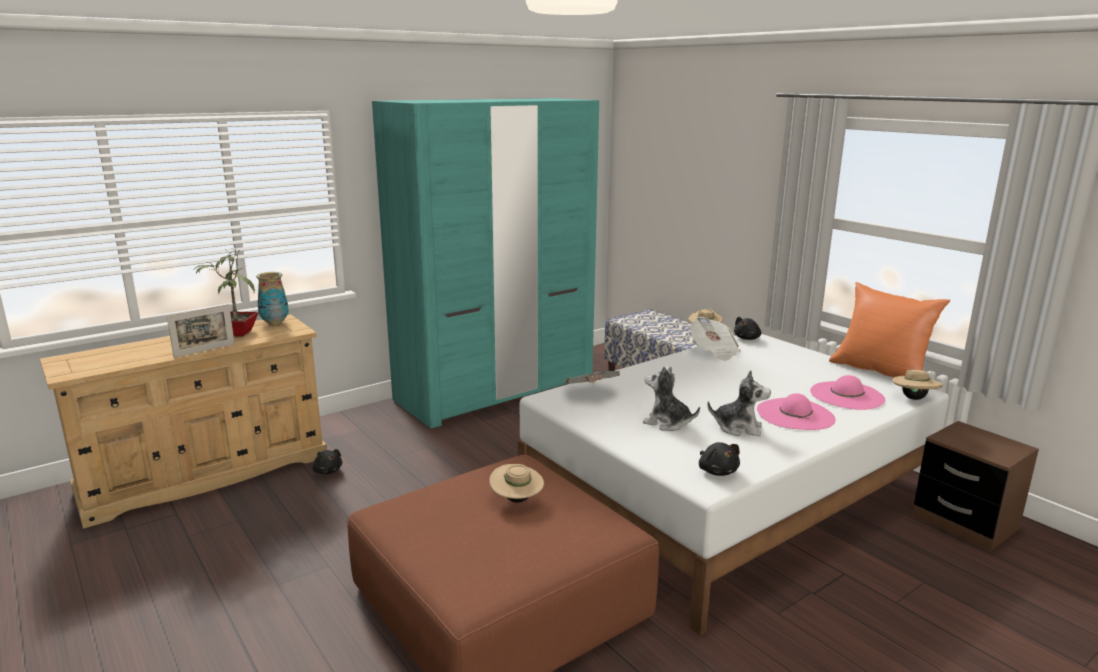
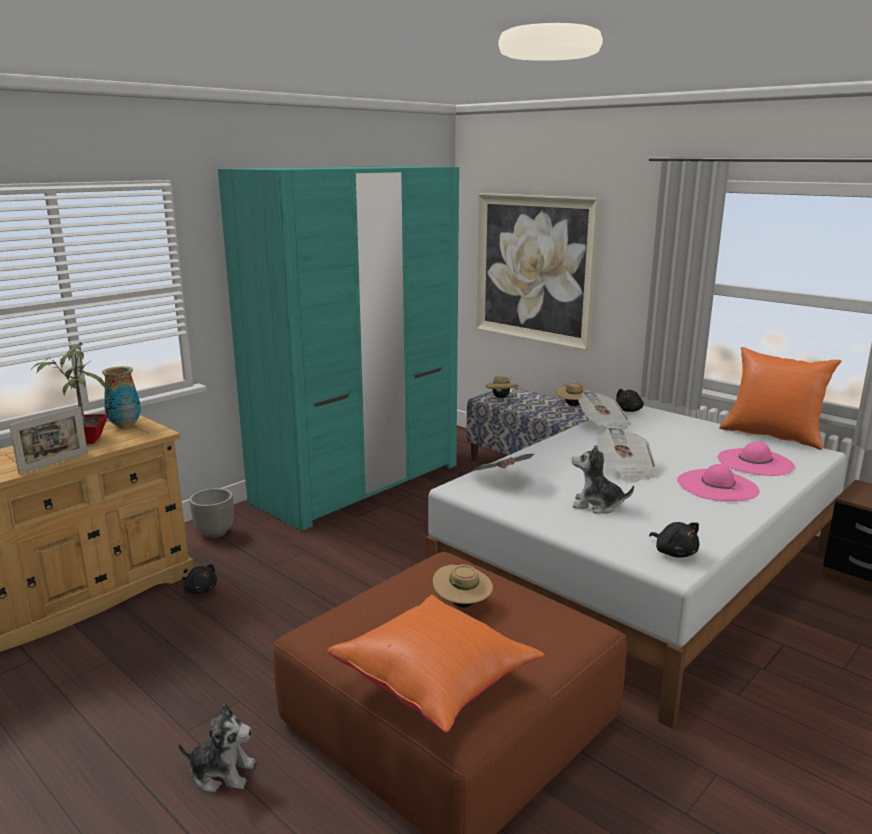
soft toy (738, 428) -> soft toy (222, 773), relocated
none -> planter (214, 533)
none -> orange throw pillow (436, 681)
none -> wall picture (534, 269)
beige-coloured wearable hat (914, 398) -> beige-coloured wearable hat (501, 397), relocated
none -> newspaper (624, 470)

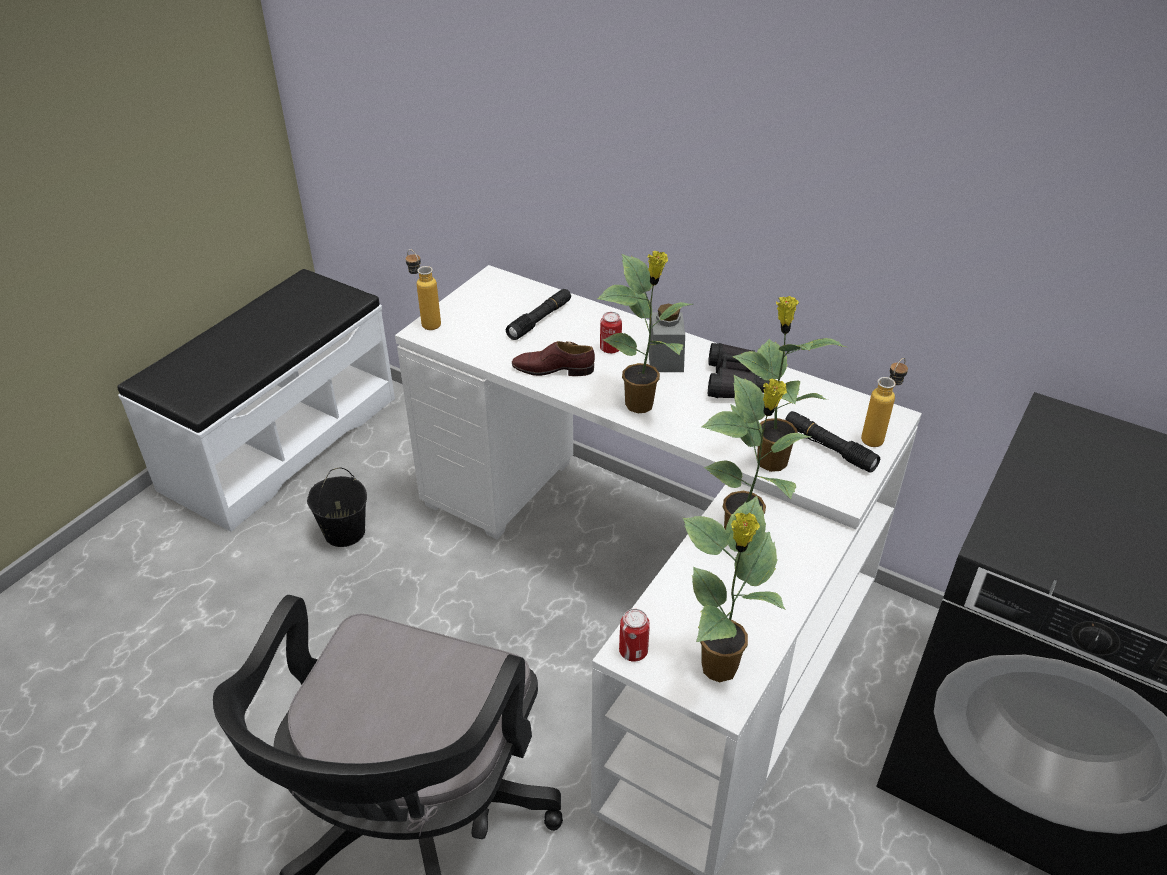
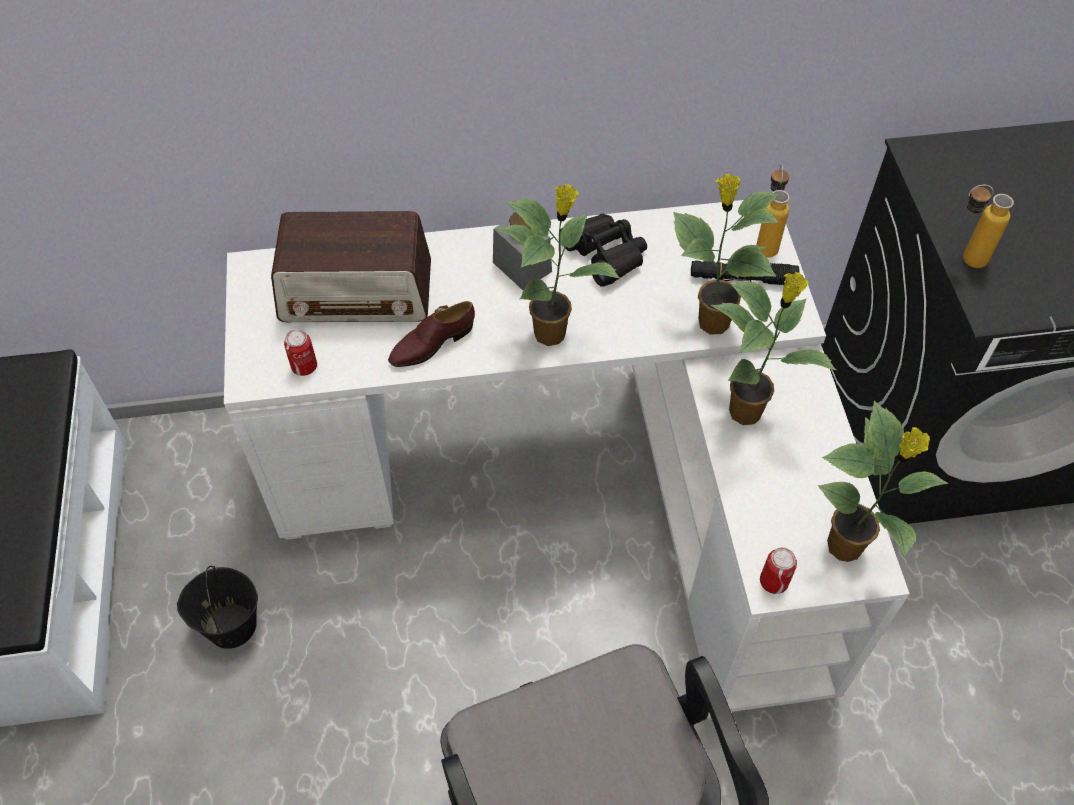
blackish torch (540, 320) -> radio set (357, 292)
can (610, 349) -> can (304, 366), relocated
bottle (426, 322) -> bottle (963, 259), relocated

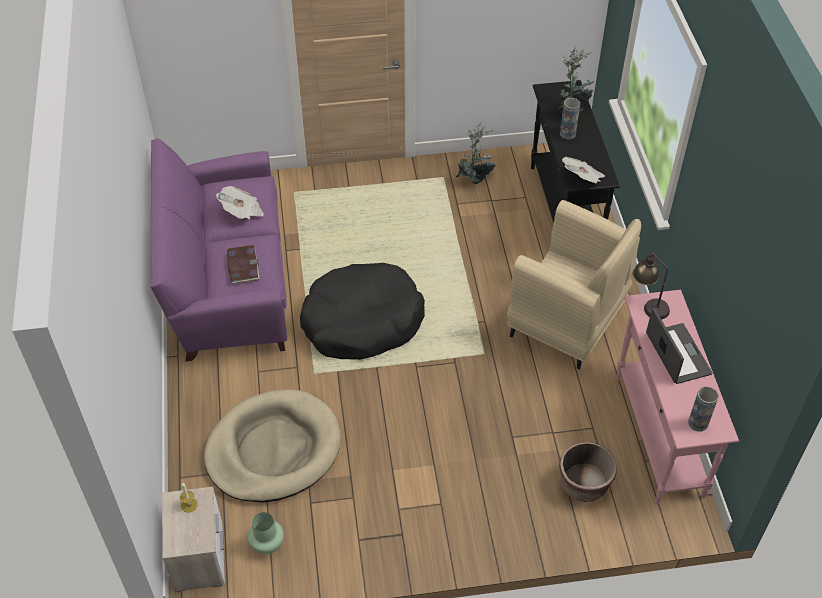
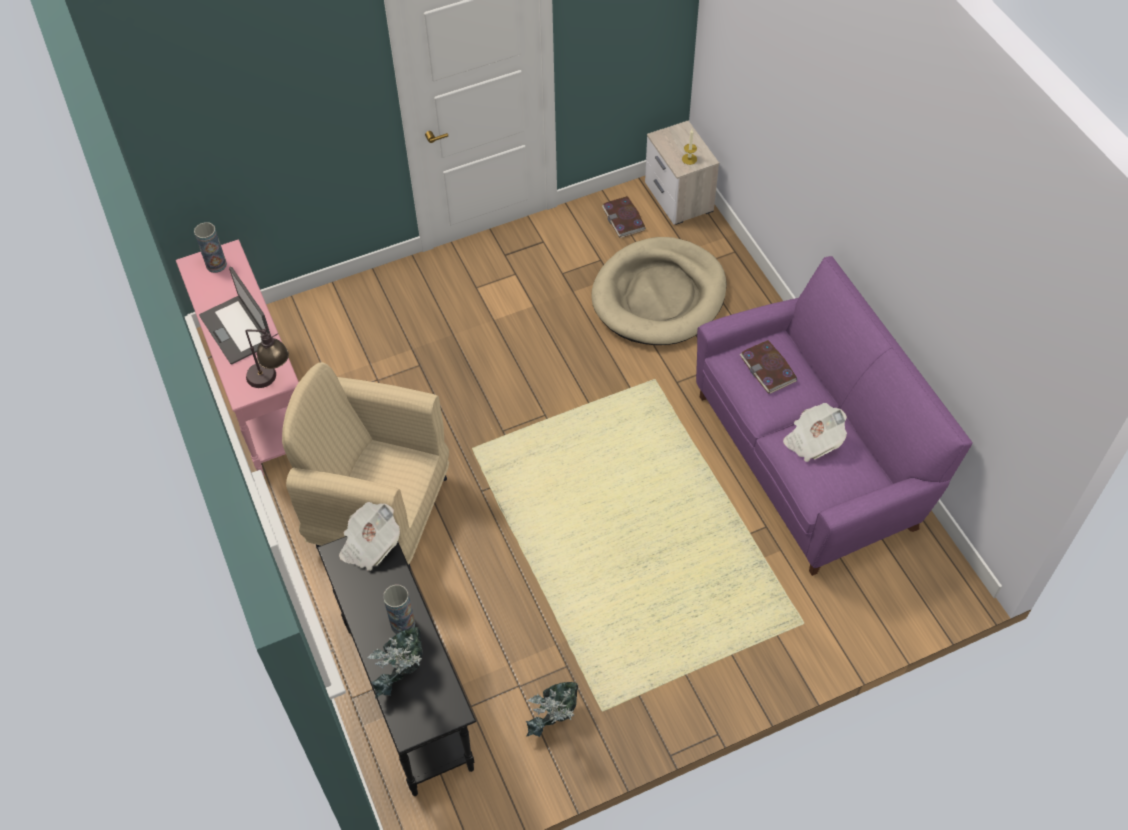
green flower vase (267, 545) -> volume (624, 219)
blackish dog bed (362, 321) -> none
brown-coloured planter (583, 484) -> none

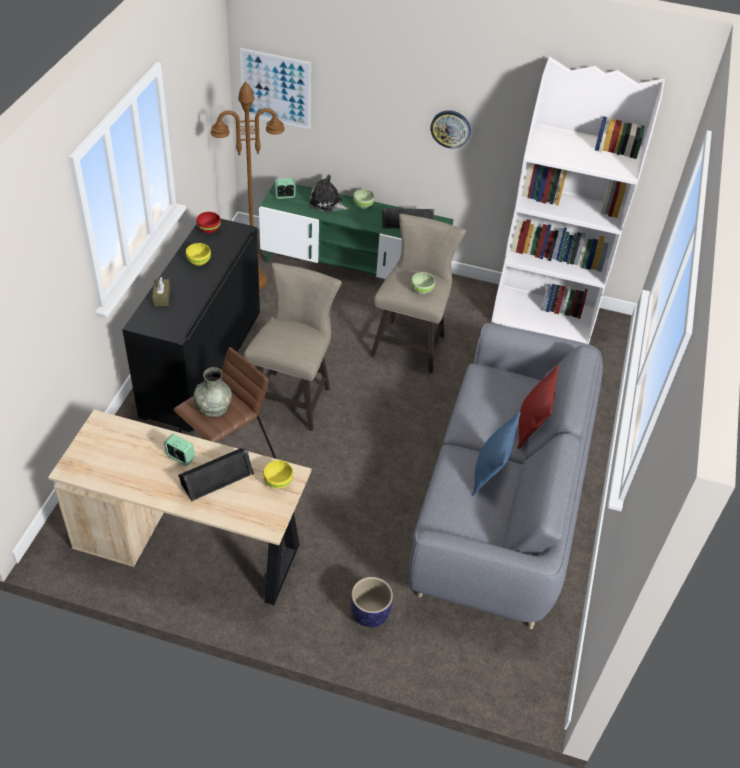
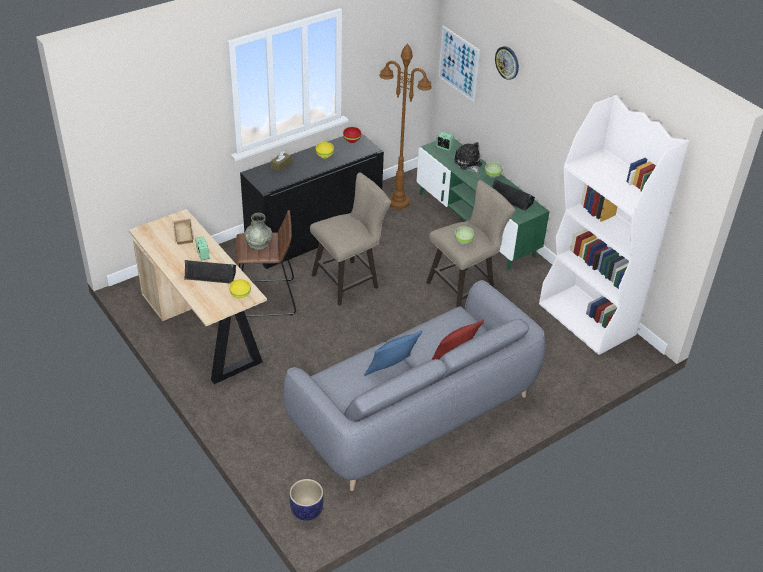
none -> beige-coloured serving tray (182, 234)
planter (370, 614) -> planter (306, 511), relocated
hanging clock (450, 128) -> hanging clock (507, 62), relocated

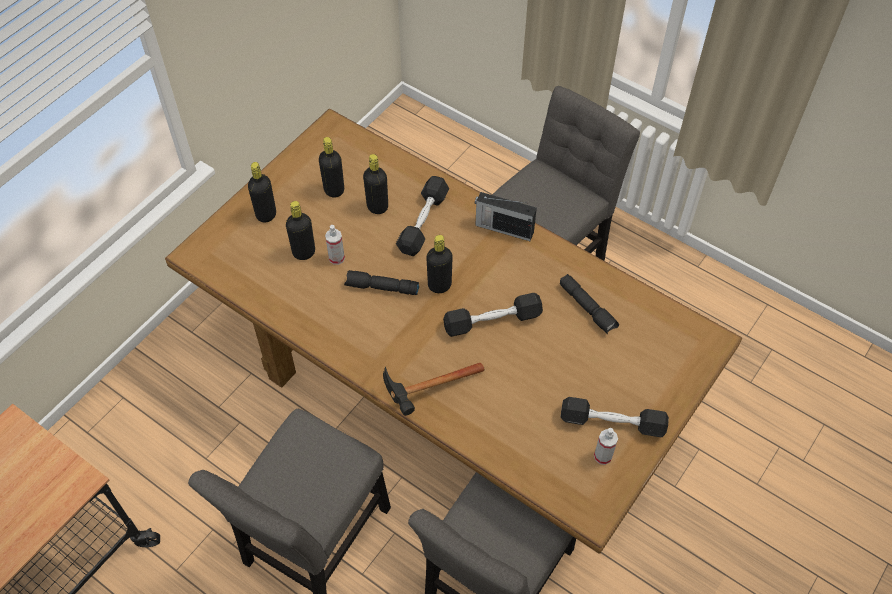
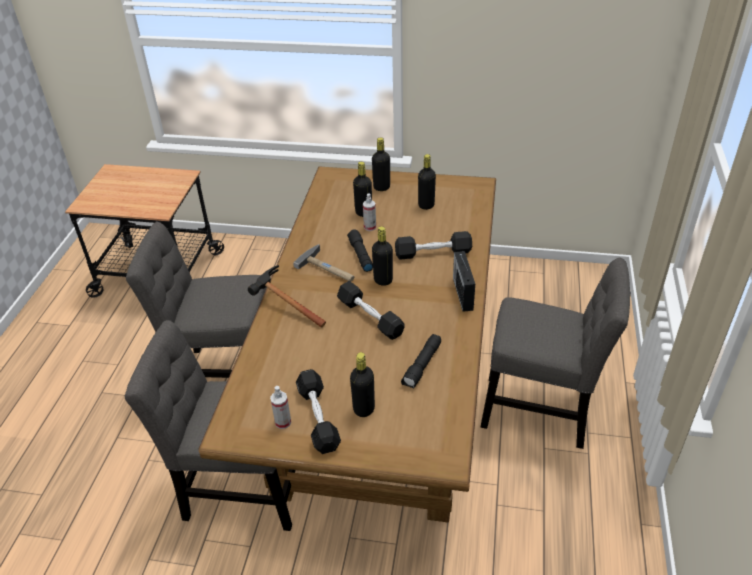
none -> hammer (328, 268)
blackish bottle (377, 207) -> blackish bottle (364, 409), relocated

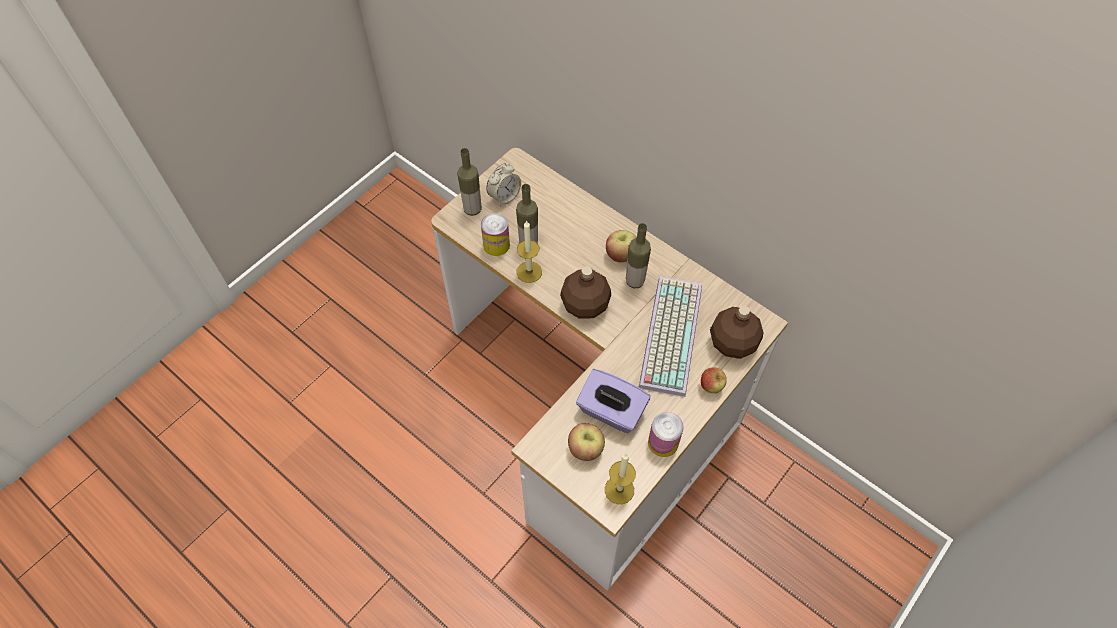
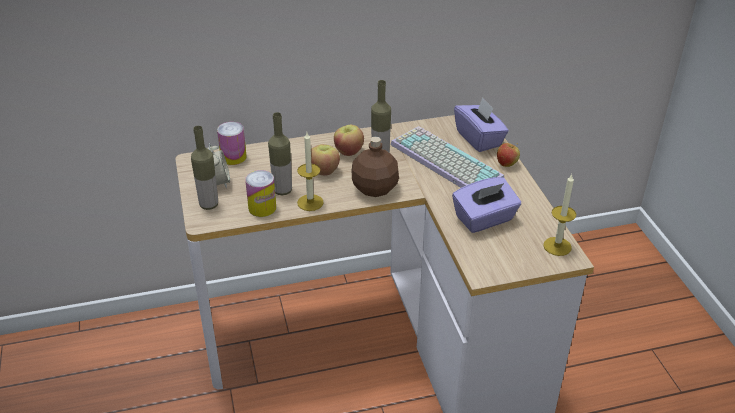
can (663, 442) -> can (233, 157), relocated
apple (585, 449) -> apple (324, 171), relocated
brown-coloured bottle (732, 342) -> purple-coloured tissue box (479, 139)

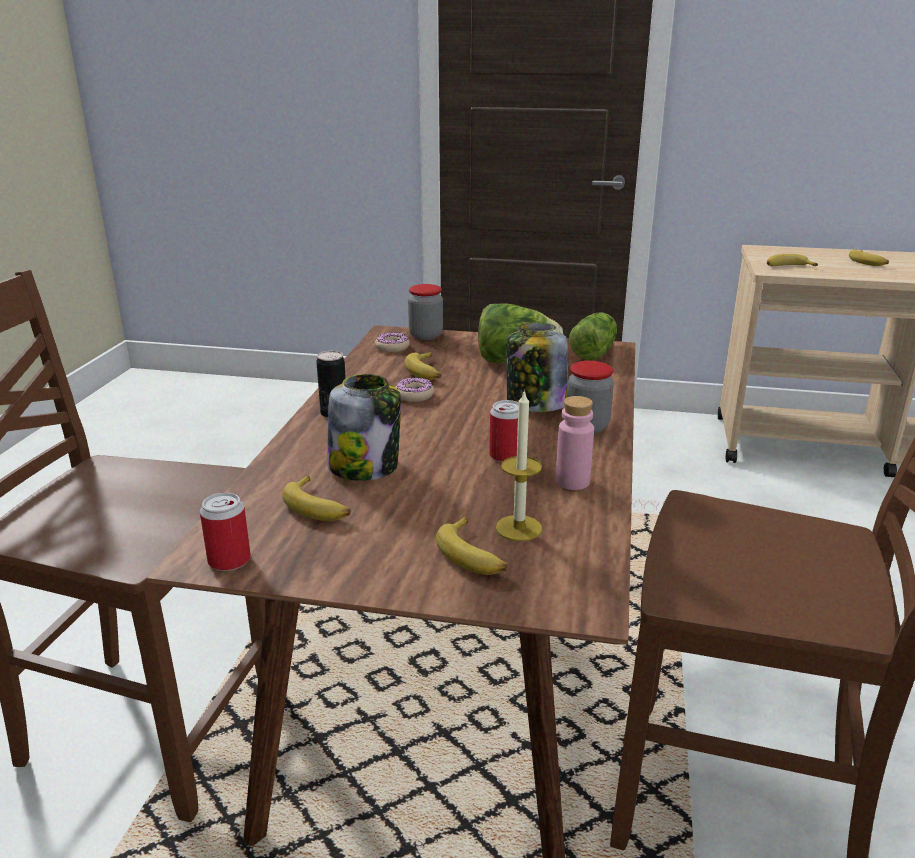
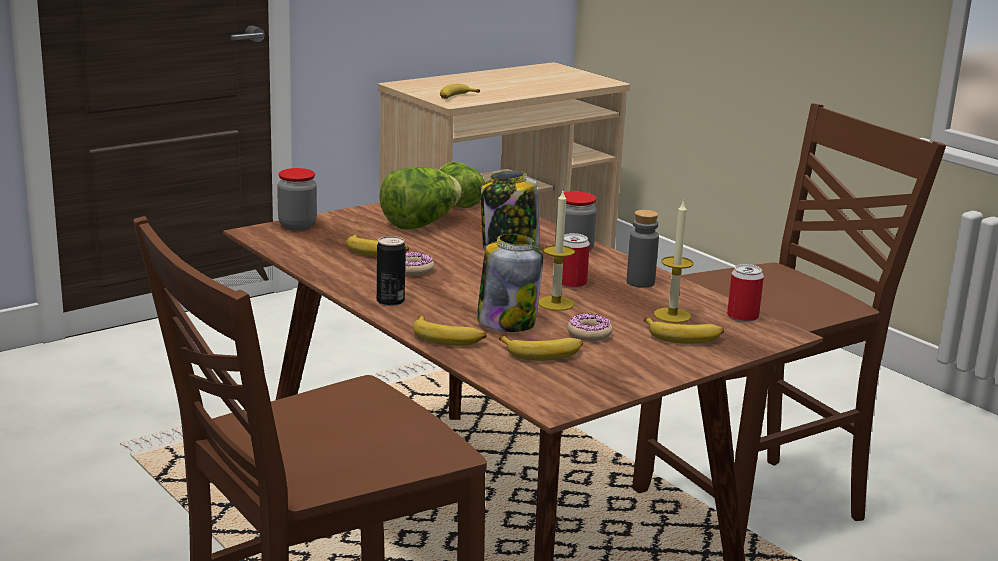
banana (868, 262) -> banana (448, 338), relocated
none -> wax light (555, 303)
doughnut (392, 347) -> doughnut (589, 334), relocated
pinkish bottle (572, 481) -> gray bottle (640, 282)
can (229, 560) -> can (742, 317), relocated

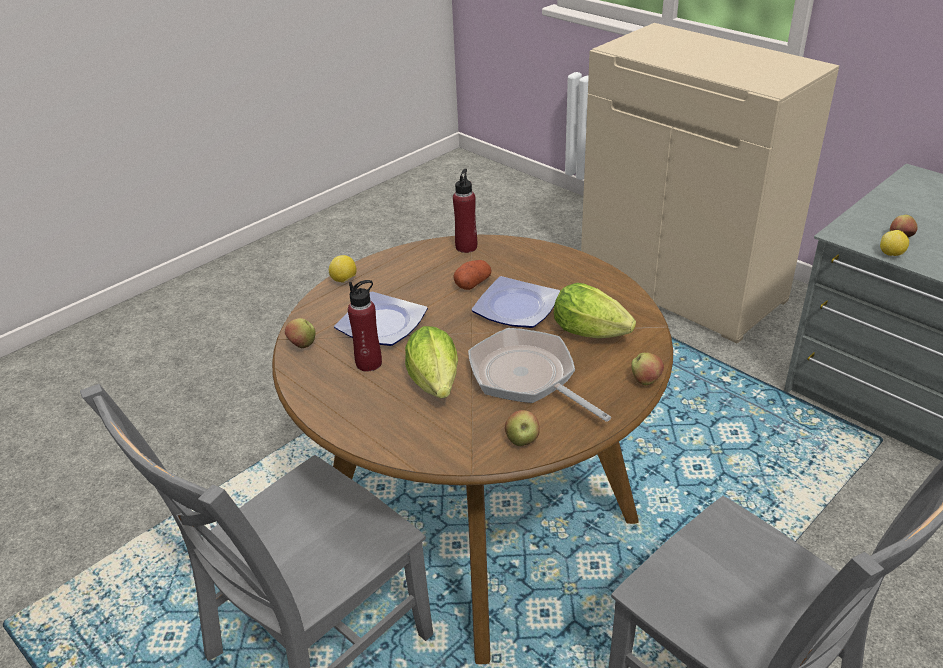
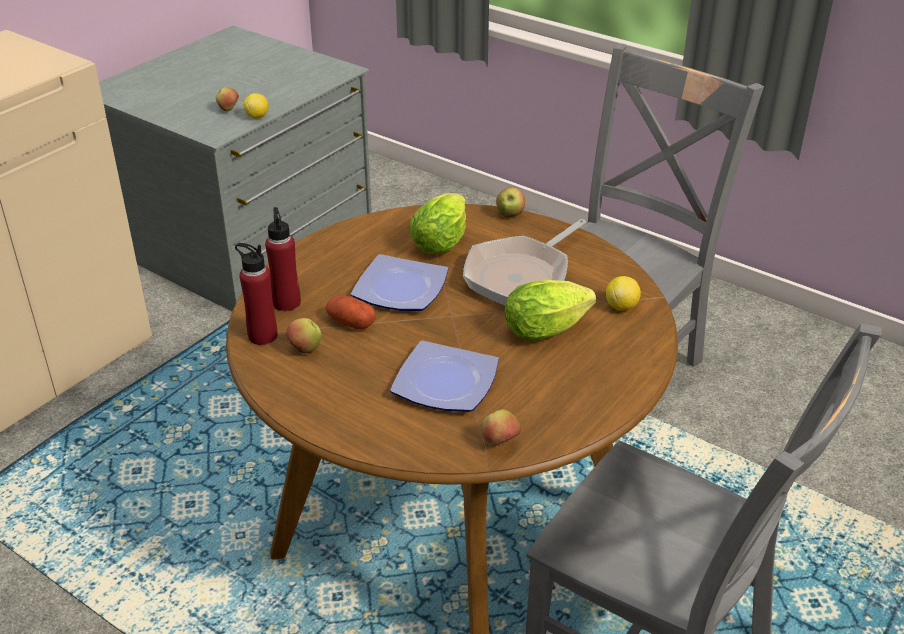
reddish bottle (369, 363) -> reddish bottle (286, 303), relocated
apple (522, 441) -> apple (305, 349), relocated
citrus fruit (344, 280) -> citrus fruit (621, 306), relocated

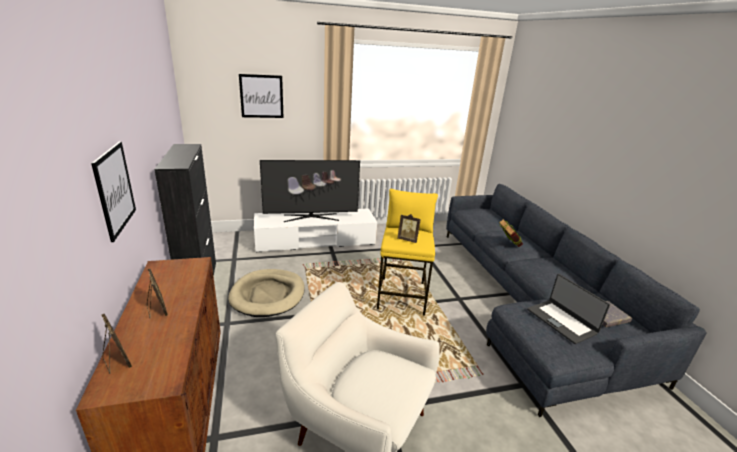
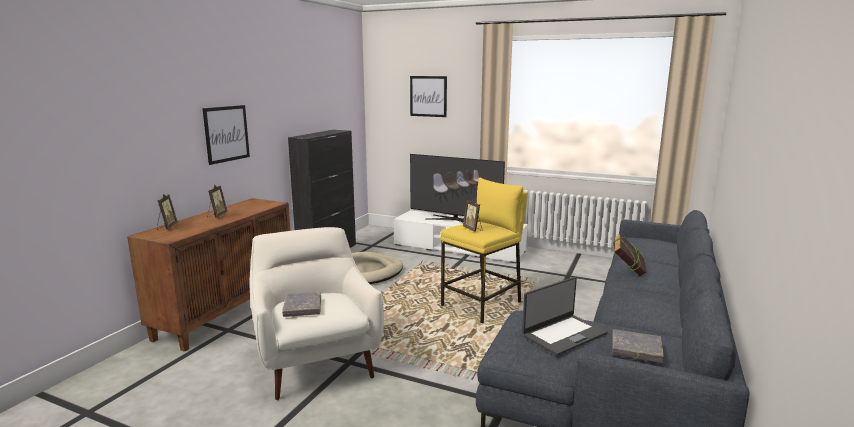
none -> gray volume (302, 307)
notebook computer (562, 321) -> notebook computer (563, 334), 135 degrees counterclockwise

